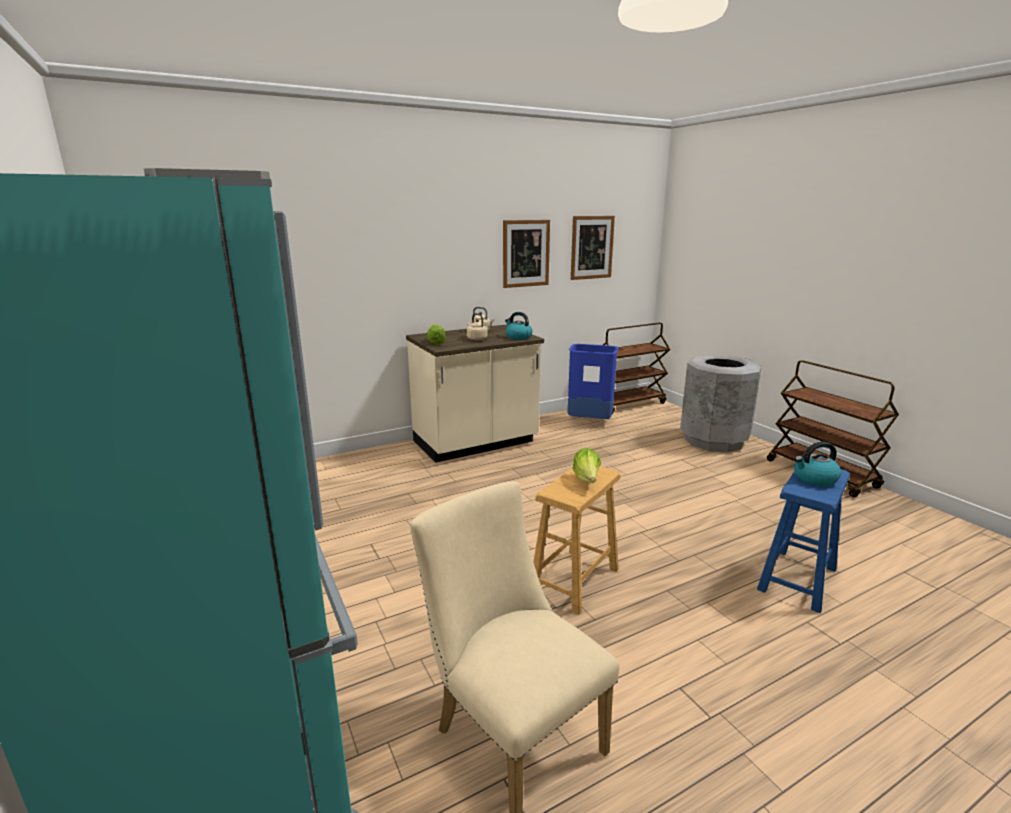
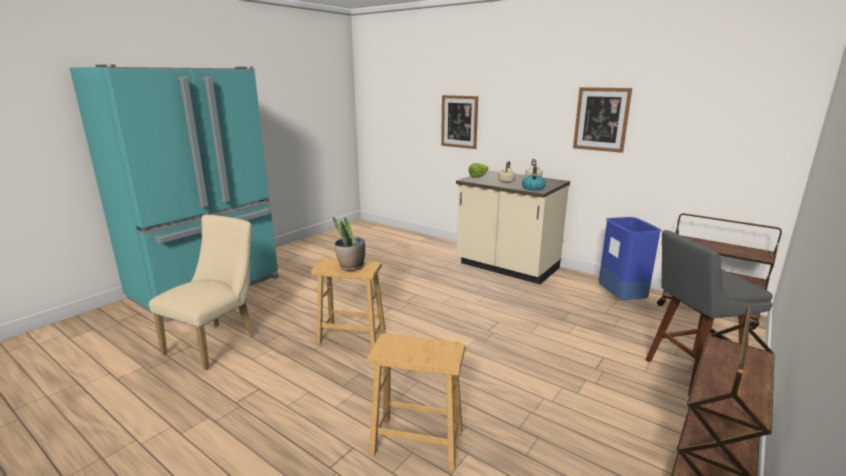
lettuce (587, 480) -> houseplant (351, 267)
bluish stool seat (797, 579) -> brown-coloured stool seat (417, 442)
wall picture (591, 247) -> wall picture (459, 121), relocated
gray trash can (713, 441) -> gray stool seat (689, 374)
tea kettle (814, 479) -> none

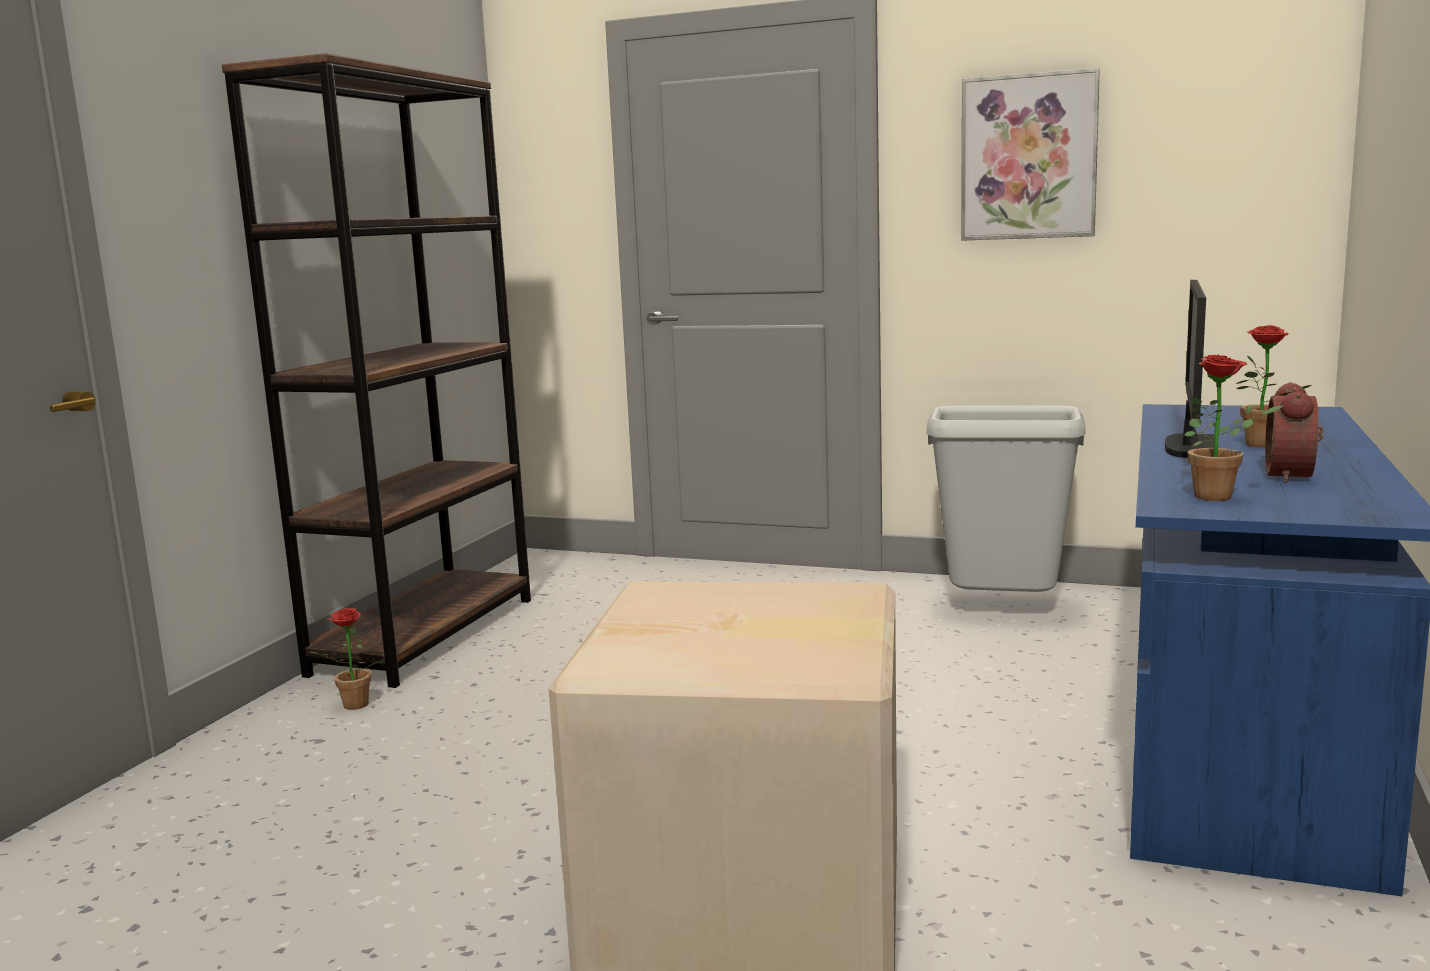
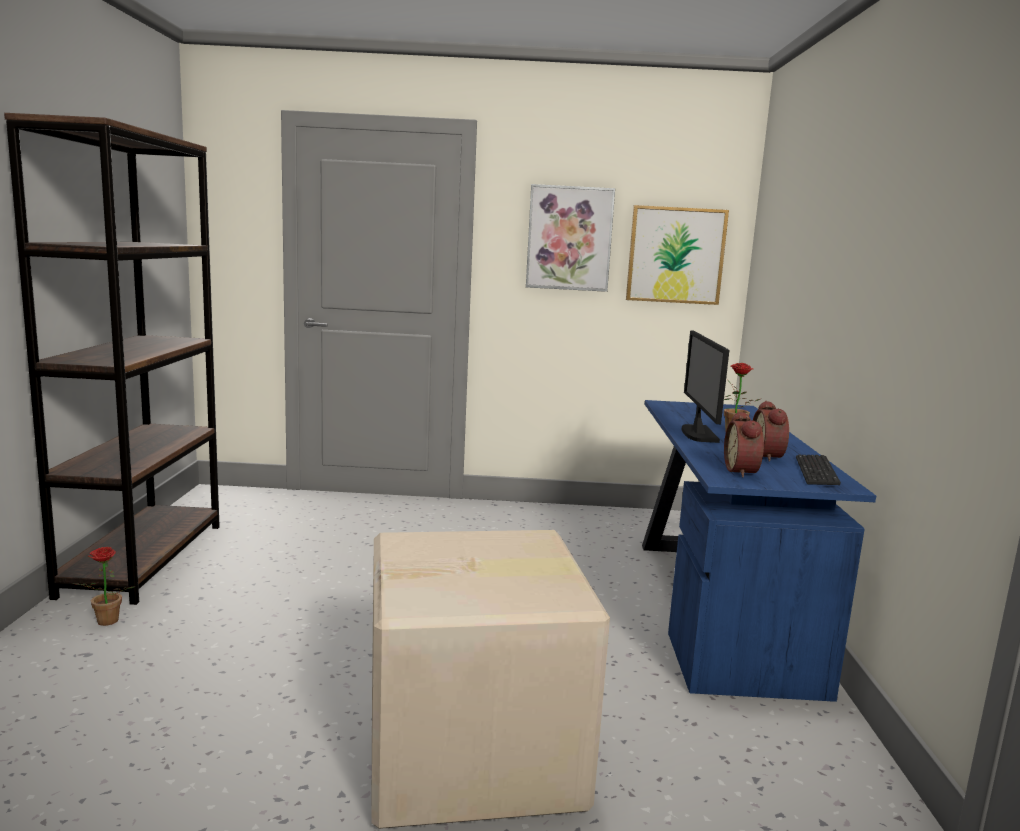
none -> wall picture (675, 255)
houseplant (1221, 496) -> alarm clock (743, 471)
none -> PC keyboard (816, 472)
gray trash can (1003, 610) -> none

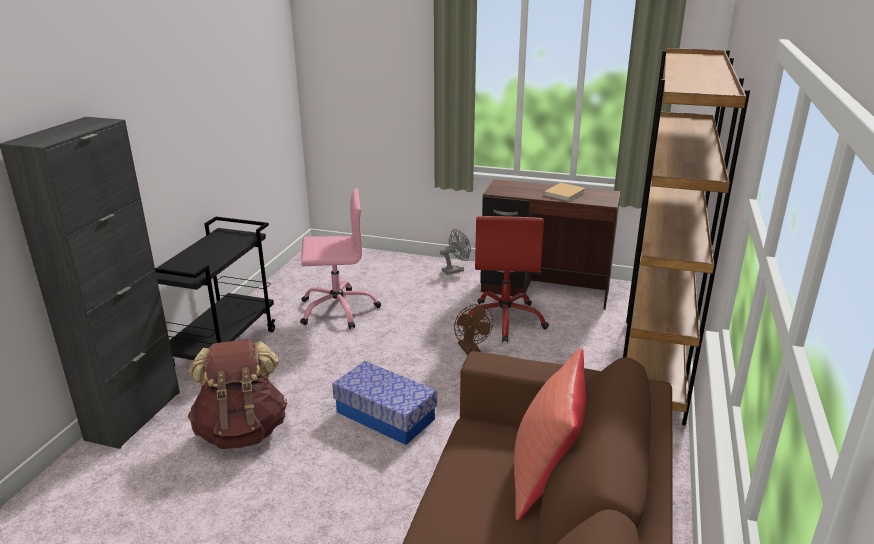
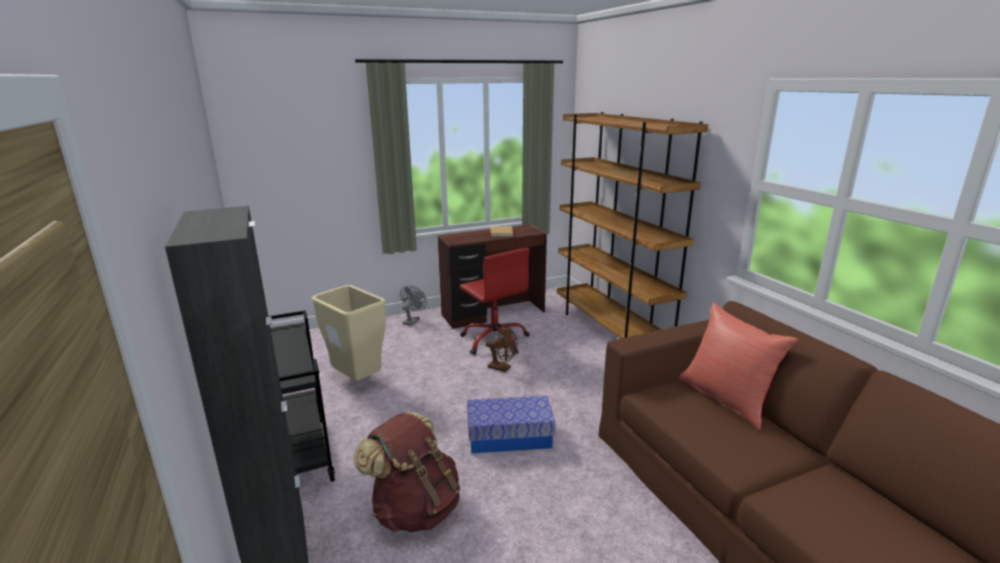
pinkish desk chair (338, 309) -> beige-coloured trash can (358, 381)

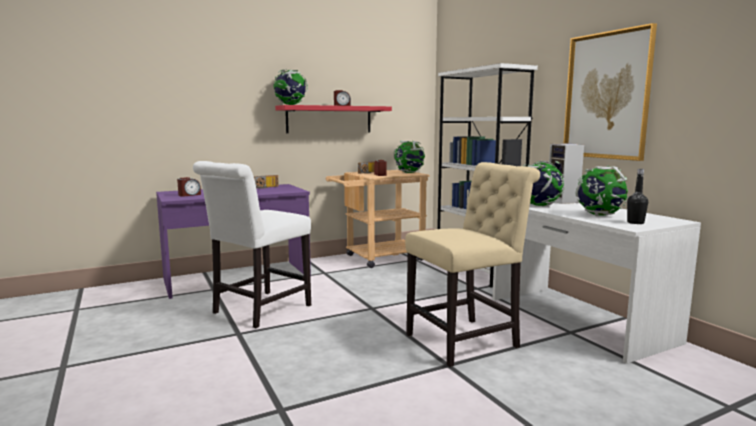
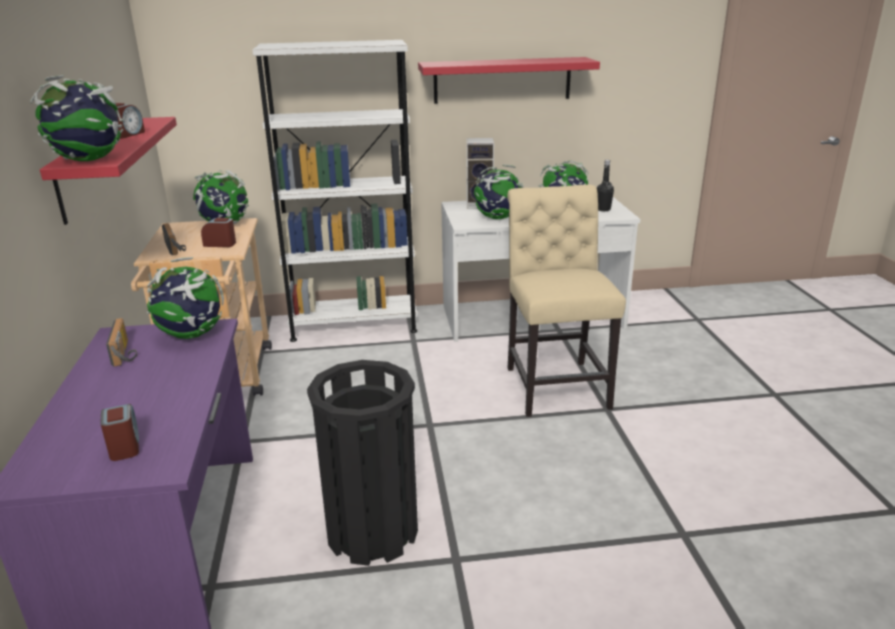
none -> world globe (192, 335)
whitish upright chair (258, 311) -> blackish trash can (372, 532)
wall picture (607, 96) -> reddish bracket shelf (502, 80)

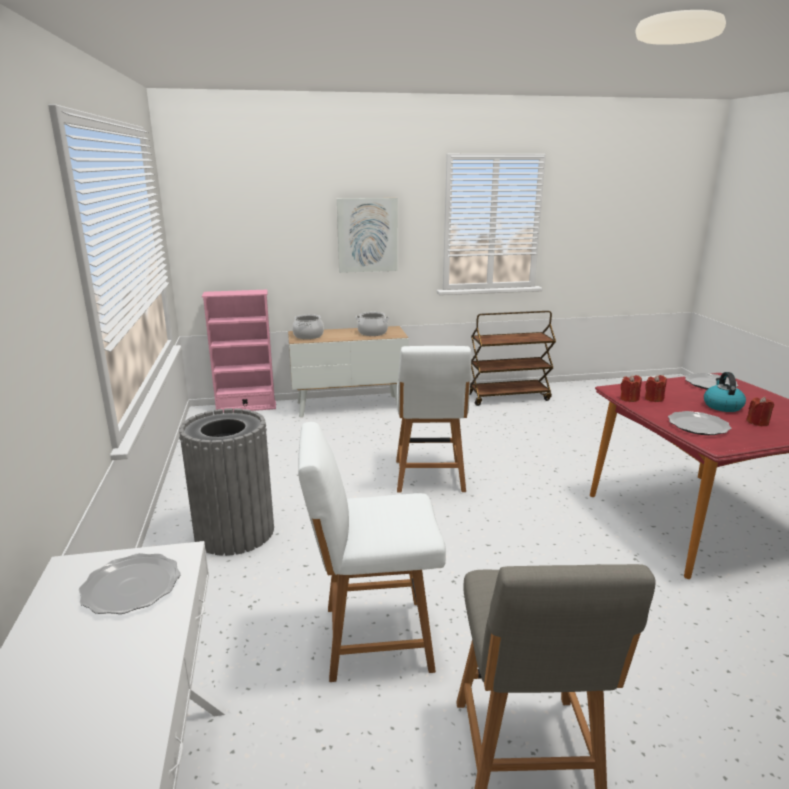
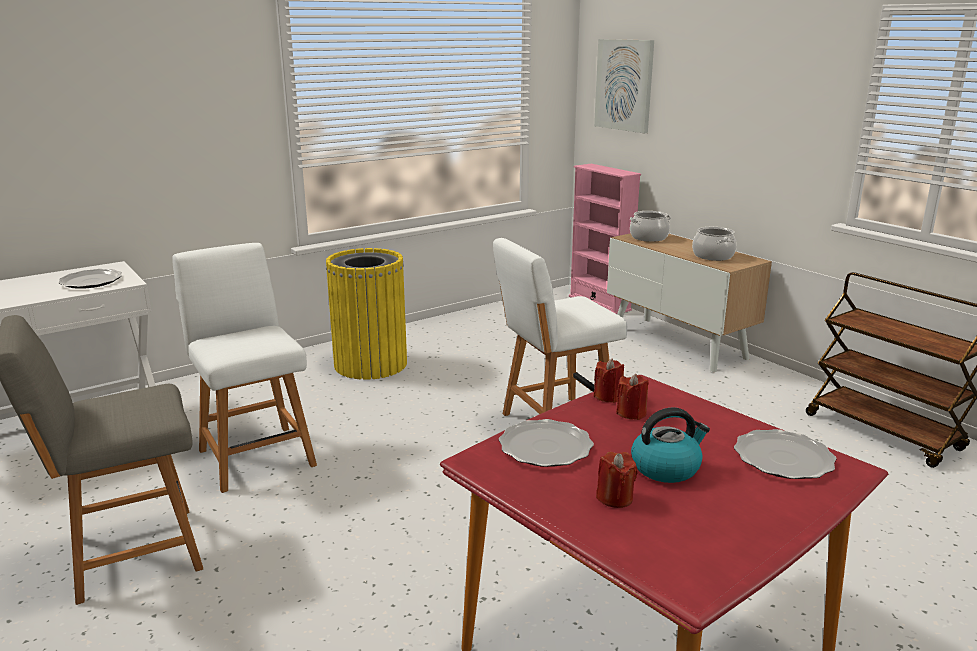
gray trash can (234, 532) -> yellow-coloured trash can (370, 364)
wall picture (367, 235) -> wall picture (624, 85), relocated

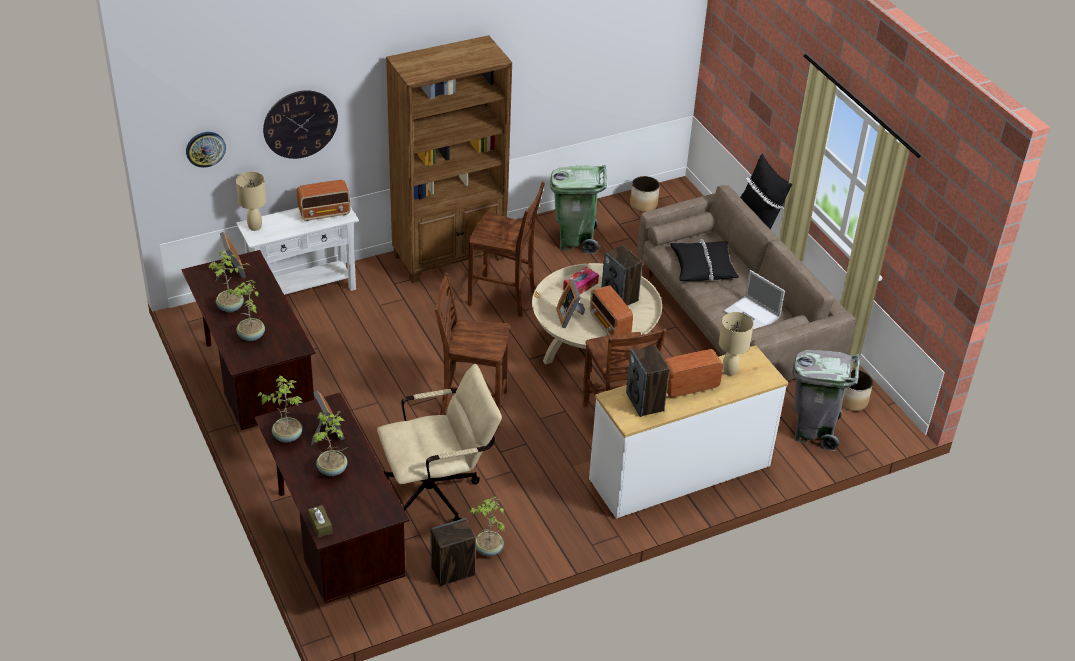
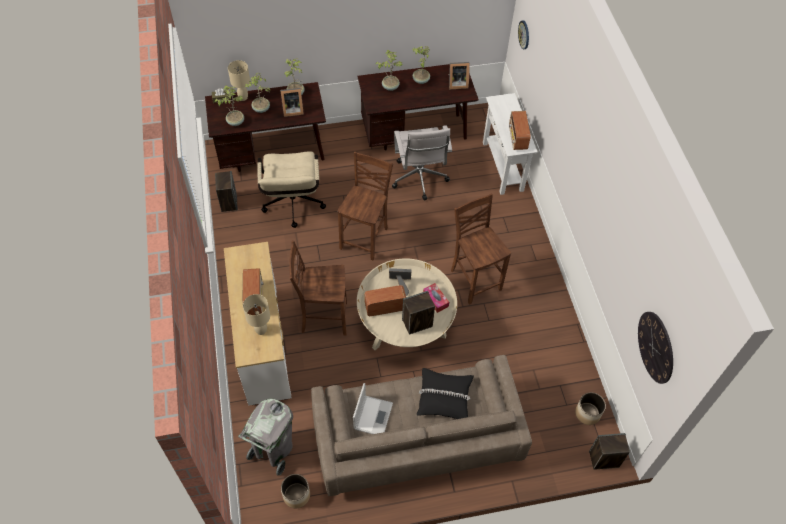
houseplant (488, 550) -> houseplant (235, 122), relocated
beige-coloured lamp for a table (255, 227) -> beige-coloured lamp for a table (243, 98), relocated
notebook computer (752, 315) -> notebook computer (373, 415), 135 degrees clockwise
none -> whitish desk chair (419, 180)
brown-coloured upright chair (503, 298) -> brown-coloured upright chair (474, 279), 120 degrees clockwise
audio speaker (645, 402) -> audio speaker (603, 459), relocated
hanging clock (300, 124) -> hanging clock (655, 347), relocated
brown-coloured bookshelf (450, 257) -> none
green trash can (575, 240) -> none
blackish throw pillow (760, 216) -> none

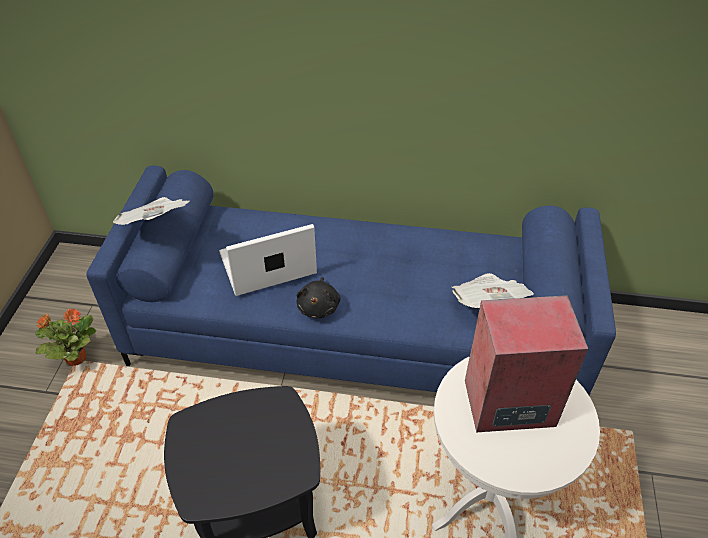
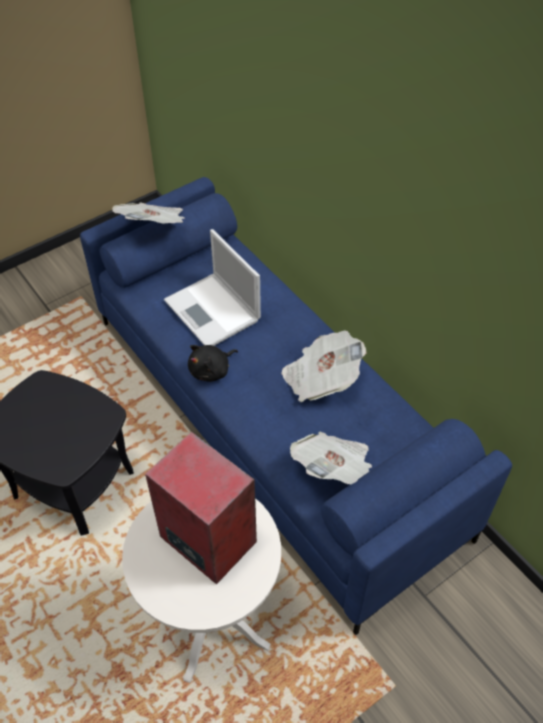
notebook computer (265, 265) -> notebook computer (213, 311), 150 degrees counterclockwise
none -> newspaper (321, 378)
houseplant (75, 358) -> none

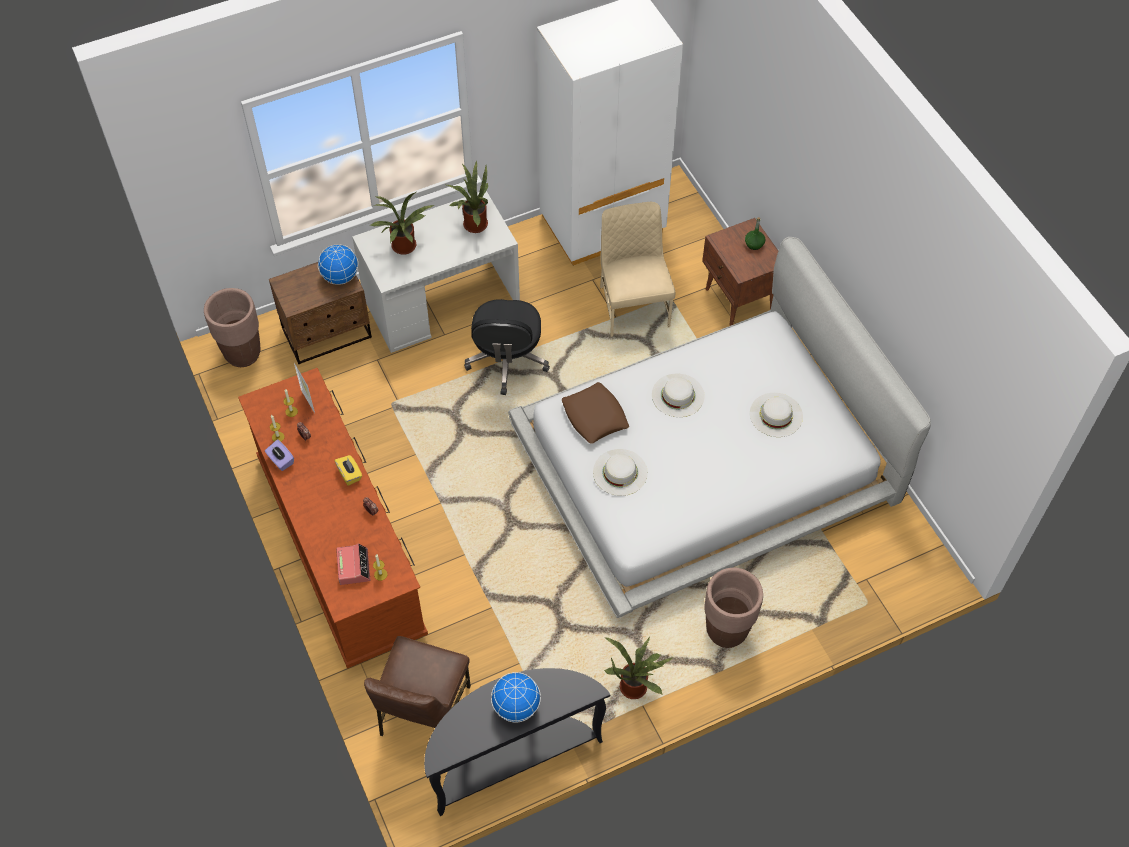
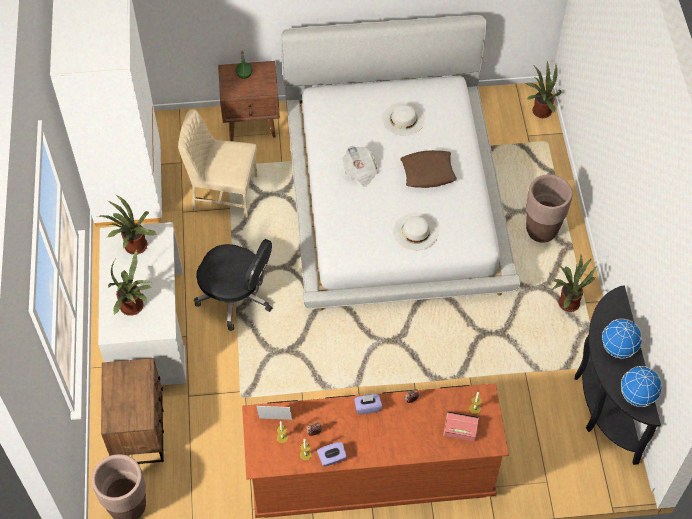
whitish wearable hat (678, 395) -> newspaper (360, 172)
yellow-coloured tissue box (350, 474) -> purple-coloured tissue box (367, 407)
brown-coloured throw pillow (595, 417) -> brown-coloured throw pillow (428, 172), relocated
none -> houseplant (539, 111)
world globe (340, 277) -> world globe (637, 395), relocated
brown-coloured upright chair (423, 711) -> none

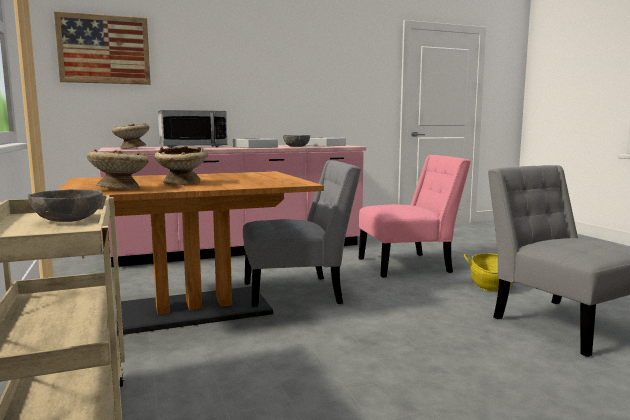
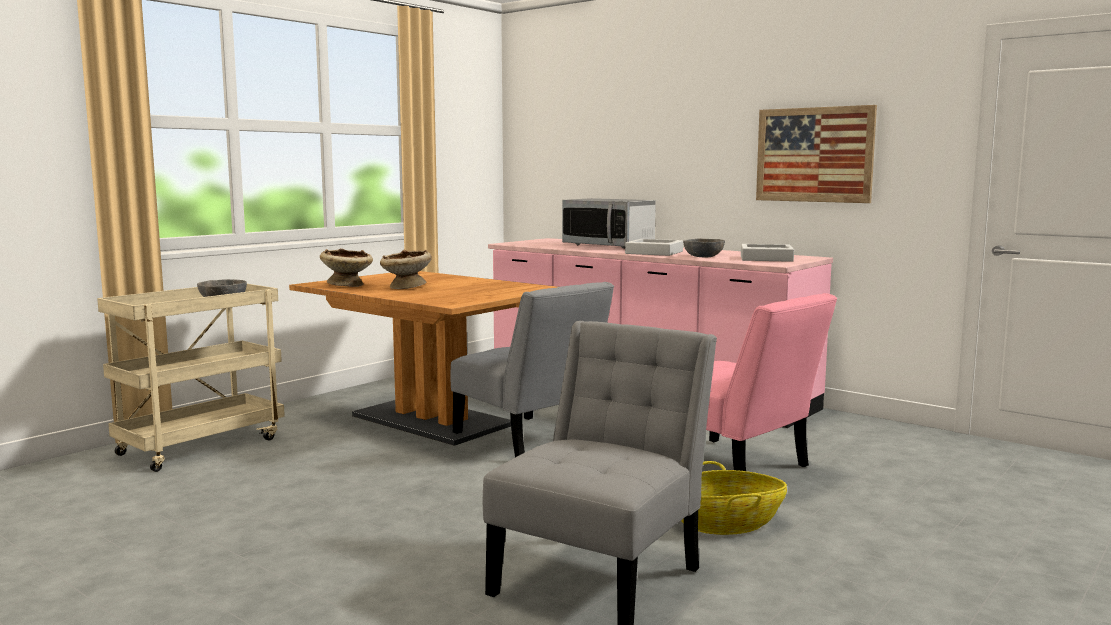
wall picture (104, 49) -> wall picture (814, 155), relocated
beige-coloured deep dish (131, 148) -> none

